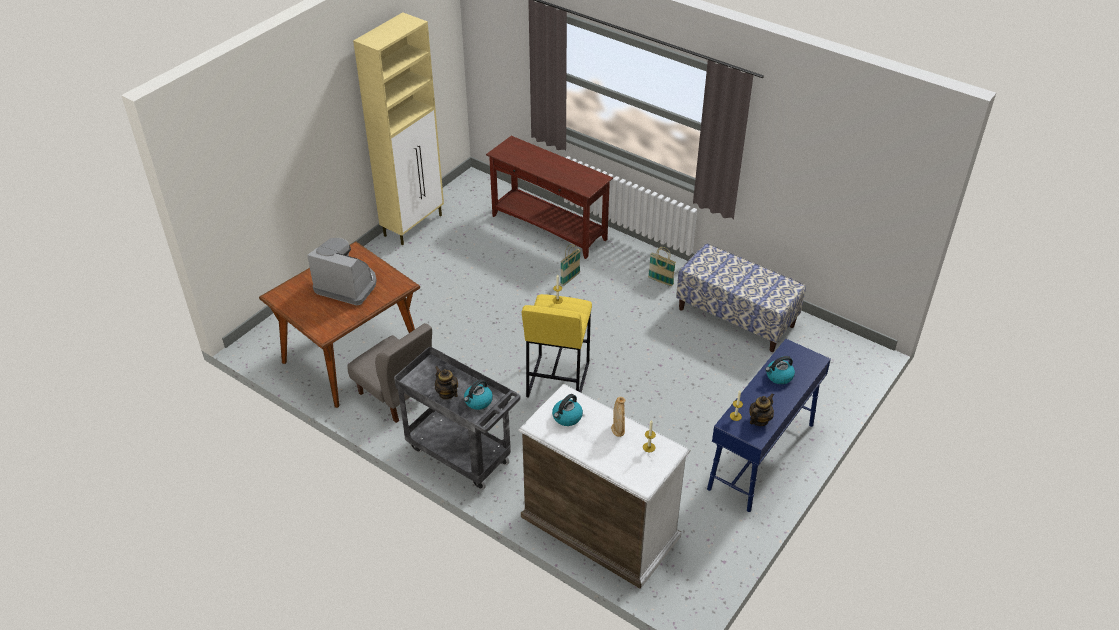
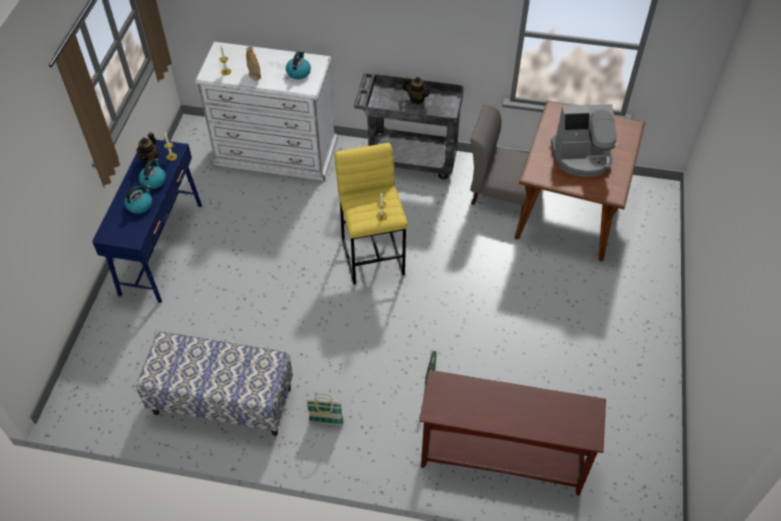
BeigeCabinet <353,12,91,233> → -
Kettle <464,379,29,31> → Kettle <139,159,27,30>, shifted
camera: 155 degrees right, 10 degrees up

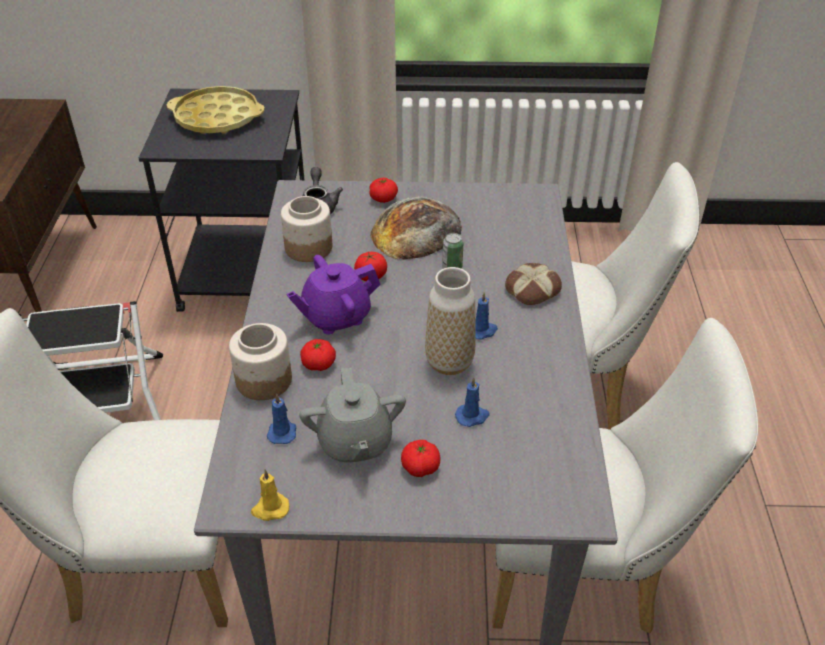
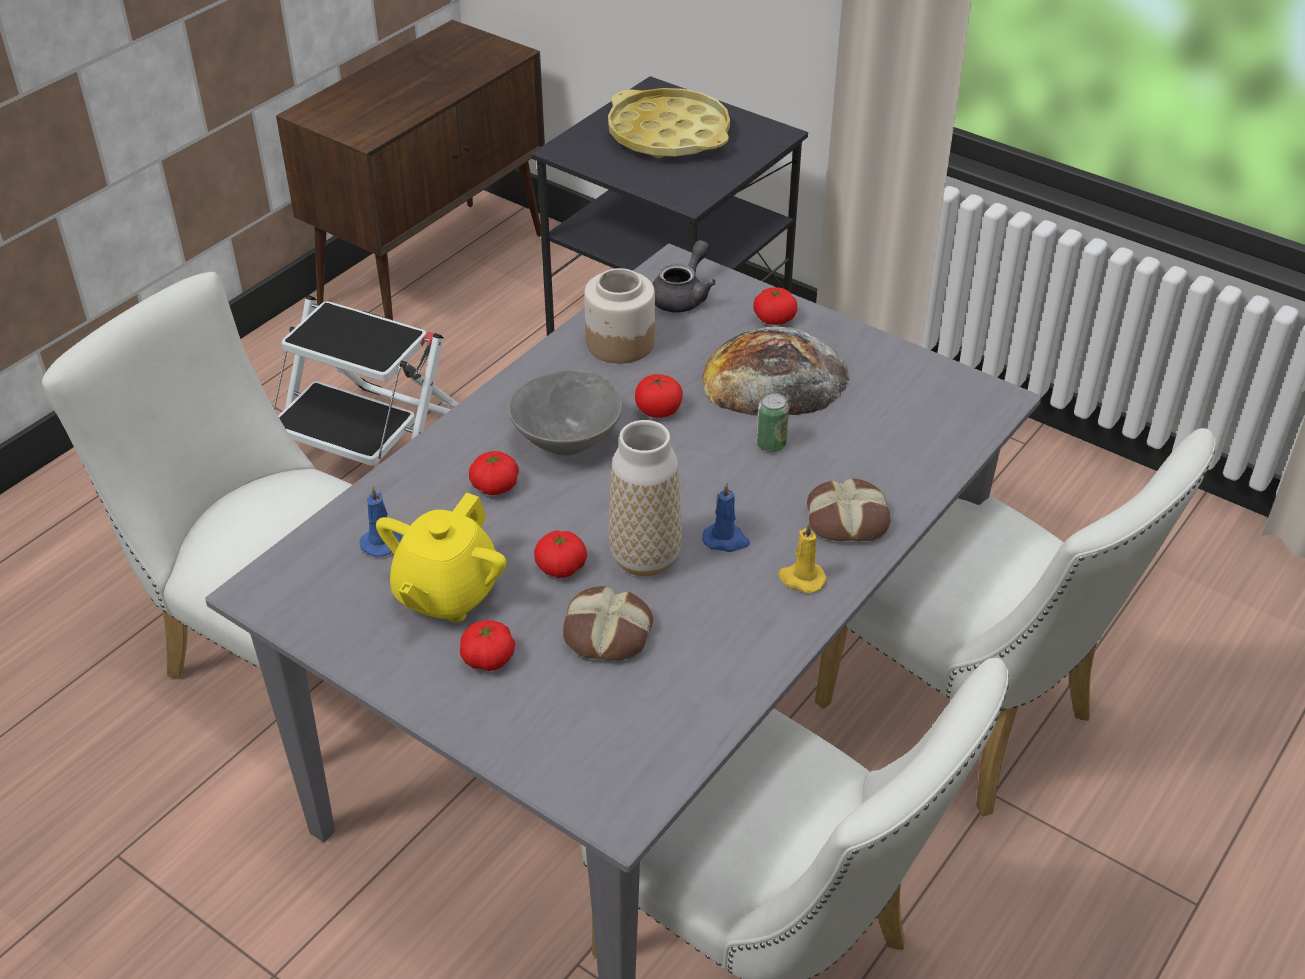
StorageJar <229,323,63,77> → -
- → FreshTomato <534,531,53,47>
YellowColouredWaxCandle <251,470,38,51> → YellowColouredWaxCandle <778,522,49,71>, shifted
PurplishTeaPot <287,255,94,80> → GreyishBowl <508,370,114,85>
BluishWaxCandle <455,377,35,50> → BakeryBread <563,586,90,74>
GreyishTeaPot <299,368,107,95> → YellowColouredTeaPot <376,492,130,131>
camera: 35 degrees right, 0 degrees up

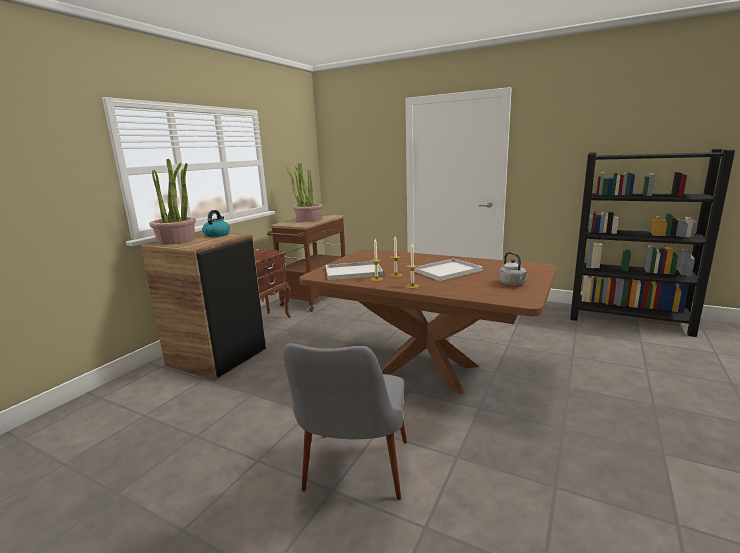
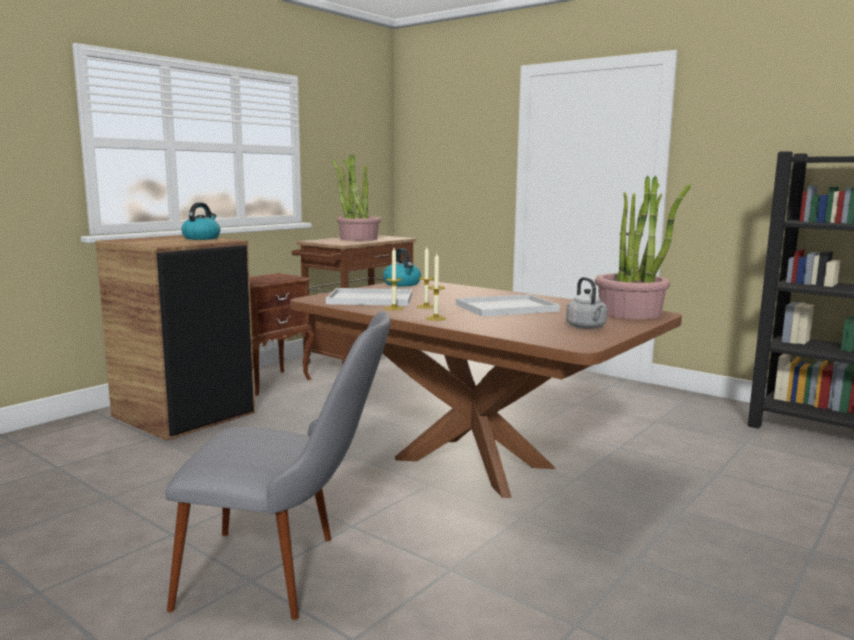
- → Kettle <383,248,38,39>
PlantInAPot <149,159,47,85> → PlantInAPot <595,175,96,144>, shifted
GreyishUprightChair <283,343,124,157> → GreyishUprightChair <165,311,225,309>, 105 degrees counterclockwise
camera: 10 degrees right, 5 degrees down

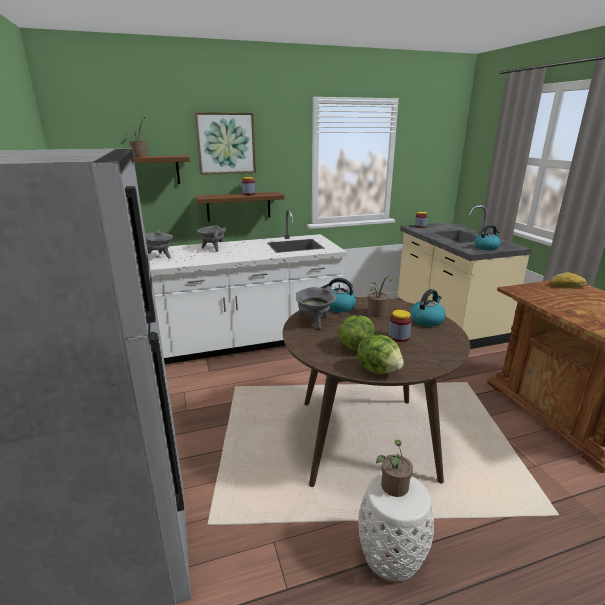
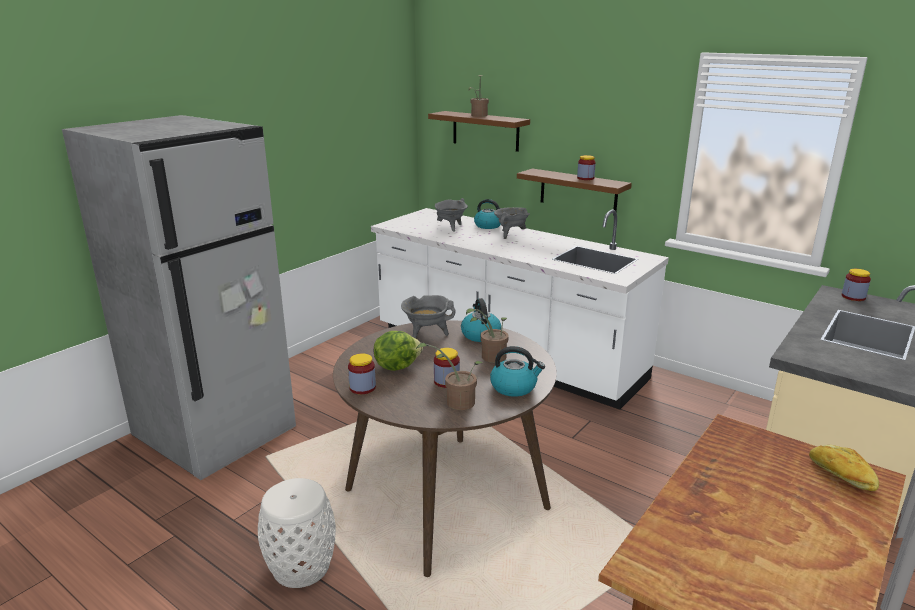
WallPicture <194,112,62,63> → -
PlantInAPot <376,440,37,57> → PlantInAPot <416,343,67,67>, shifted
Kettle <474,225,27,25> → Kettle <474,199,27,30>, shifted
Lettuce <357,335,47,39> → StorageJar <348,353,28,41>
camera: 55 degrees right, 0 degrees up

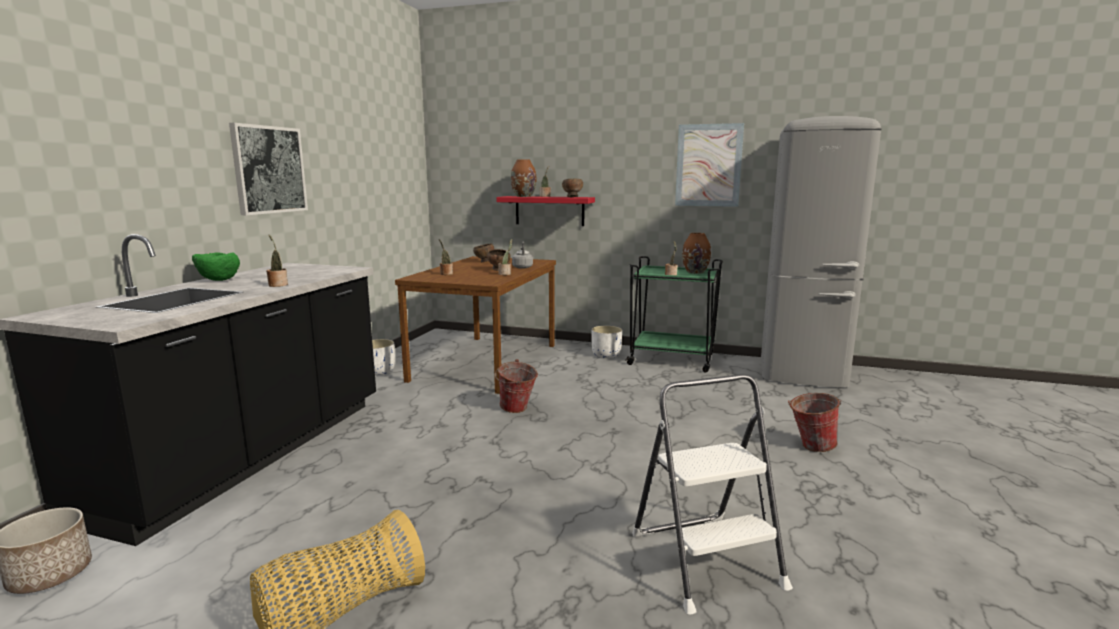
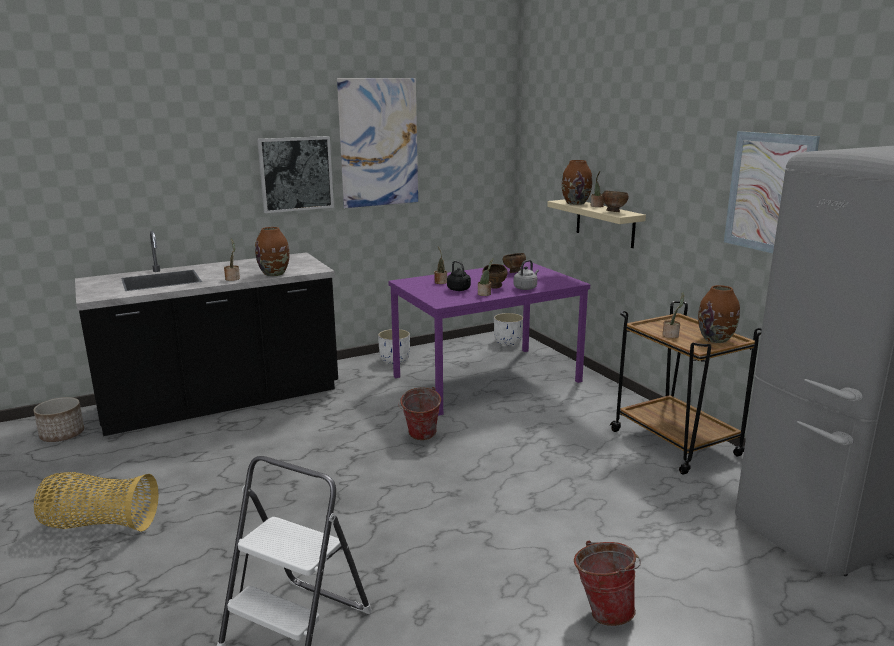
GreenishBowl <192,252,48,29> → -
- → BrownVase <255,227,34,49>
- → WallPicture <337,78,81,130>
- → BlackishKettle <447,261,24,30>
WhiteFlowerPot <591,326,31,32> → WhiteFlowerPot <494,313,29,32>, shifted
BrownDinnerTable <395,256,161,138> → PurplishDinnerTable <388,262,202,154>
RedBracketShelf <496,196,99,30> → BeigeBracketShelf <547,199,99,49>
GreenishTrolley <626,256,97,116> → BrownTrolley <610,301,152,174>
camera: 45 degrees right, 5 degrees up

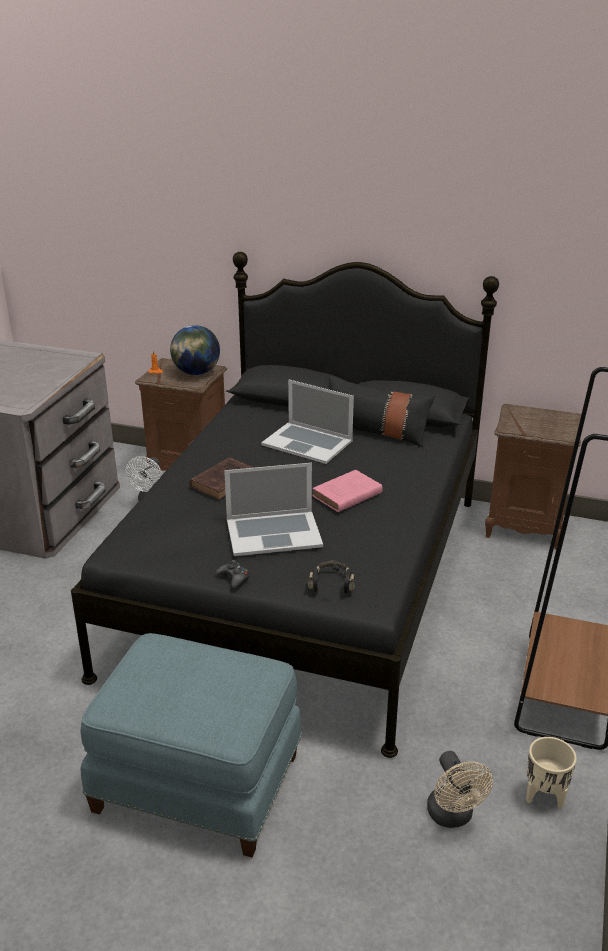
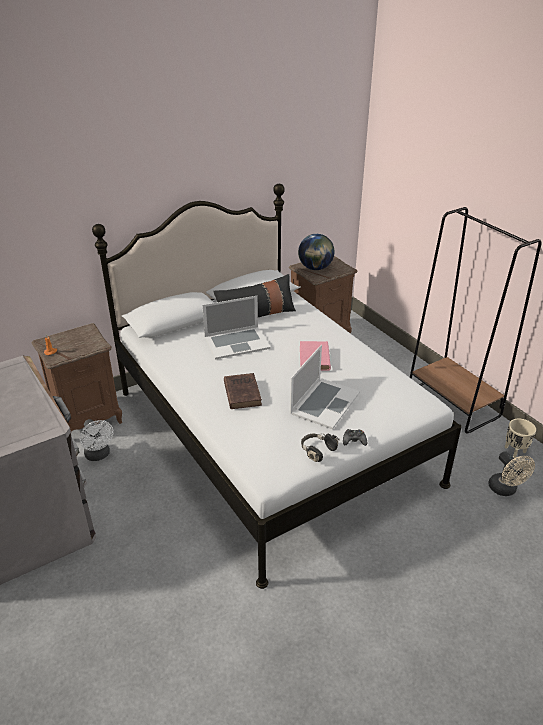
BluishFootrest <81,633,221,224> → -
WorldGlobe <170,325,50,50> → WorldGlobe <298,234,37,36>, shifted
BlackishHeadset <308,560,47,34> → BlackishHeadset <301,433,38,29>, shifted
BlackishBed <71,252,428,506> → WhiteBed <92,184,370,405>
BeigeElectricFan <427,751,66,77> → BeigeElectricFan <488,451,47,45>, 45 degrees clockwise
camera: 50 degrees left, 5 degrees up

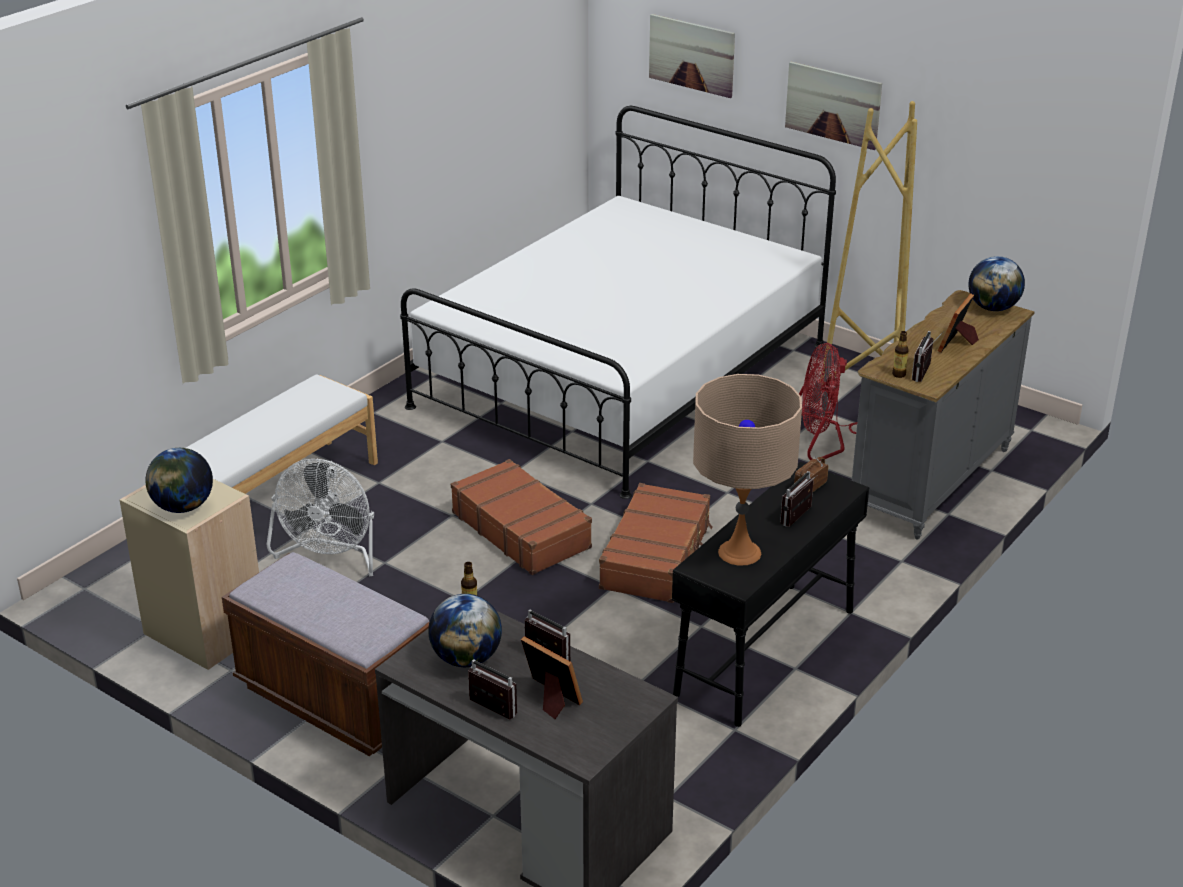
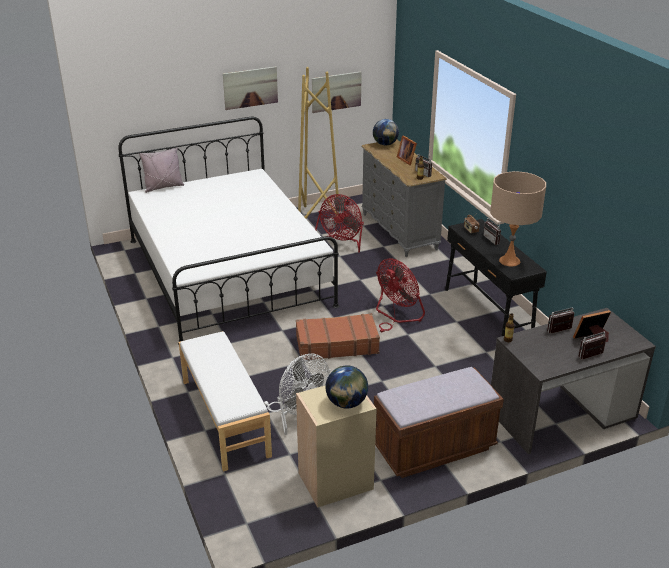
WorldGlobe <428,594,74,73> → -
- → PurplishThrowPillow <139,147,45,46>
WallPicture <649,14,86,84> → WallPicture <312,71,50,42>, shifted
BrownSuitcase <599,483,113,120> → RedElectricFan <376,259,49,74>
camera: 60 degrees left, 0 degrees up

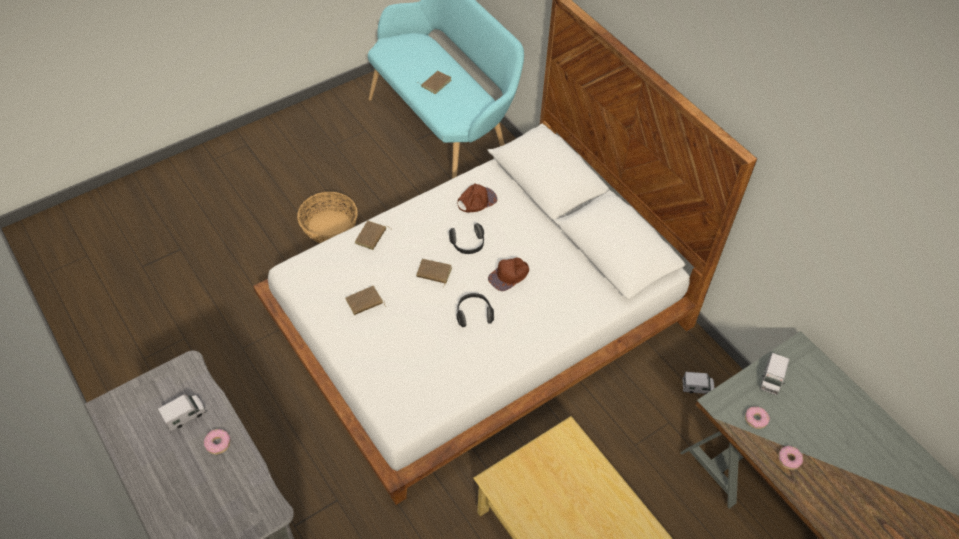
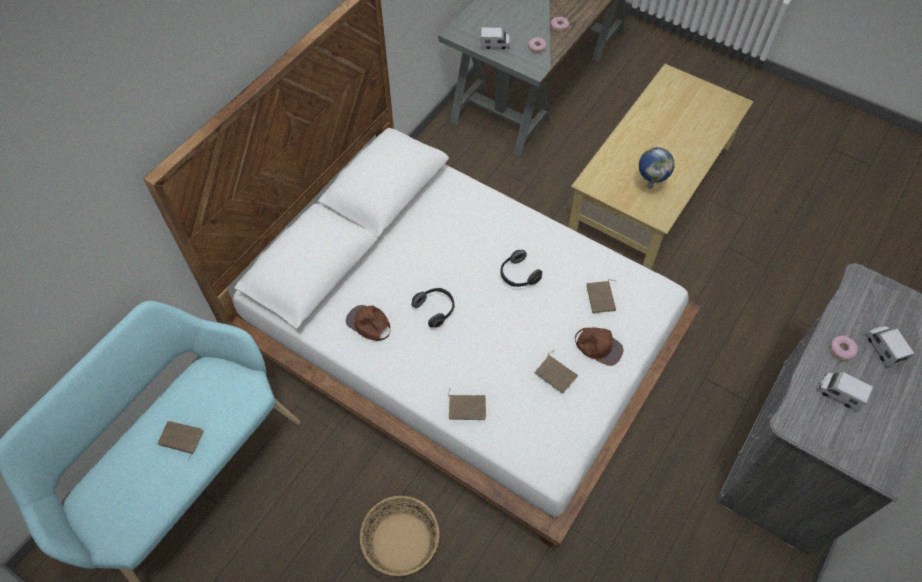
- → WorldGlobe <639,147,35,42>
BrownVolume <416,259,36,29> → BrownVolume <586,279,30,34>, shifted
BrownBaseballCap <488,258,41,33> → BrownBaseballCap <575,328,48,38>, shifted
ModelTruck <682,372,32,22> → ModelTruck <866,326,49,42>, shifted
camera: 110 degrees left, 5 degrees up

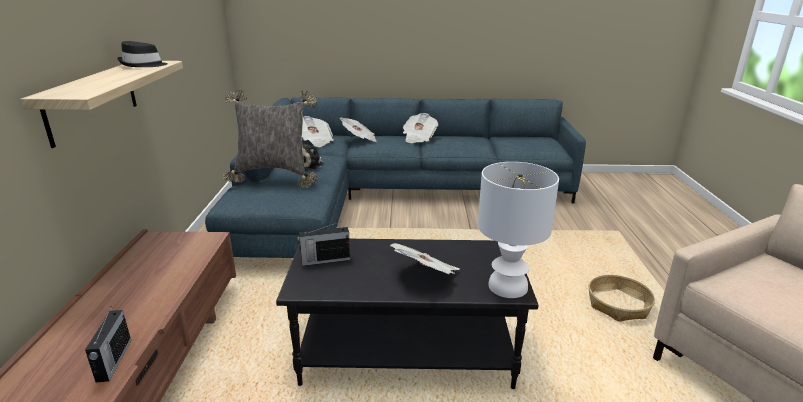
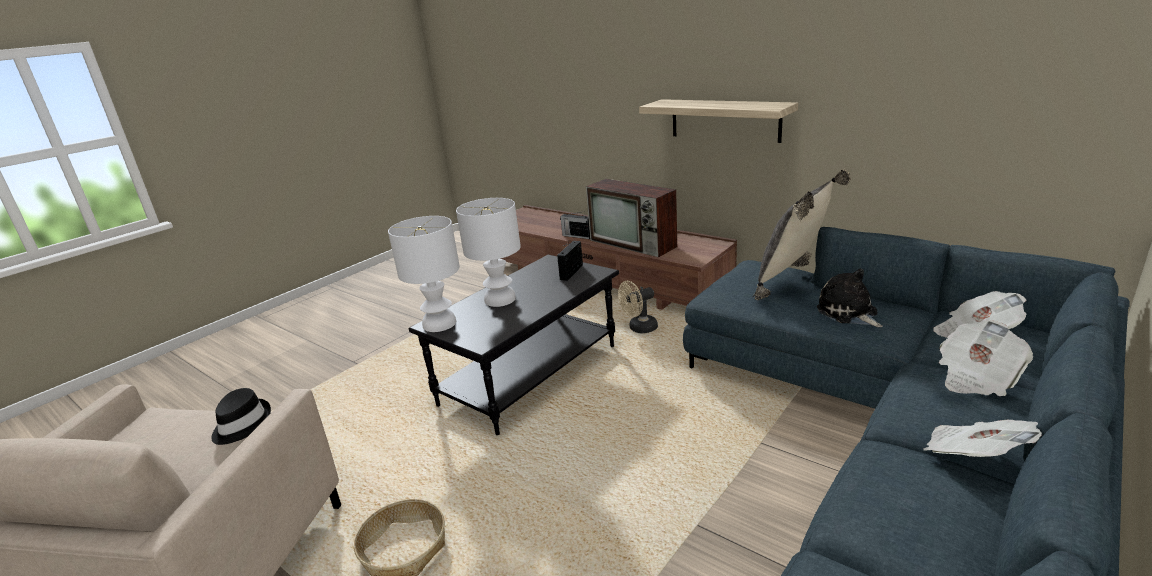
- → Television <586,179,91,78>
- → BeigeElectricFan <618,281,40,52>
BlackishWearableHat <117,41,51,26> → BlackishWearableHat <211,388,60,57>, shifted
PrintedPaper <390,243,69,32> → WhiteLampForATable <456,198,65,109>
camera: 130 degrees right, 0 degrees up

